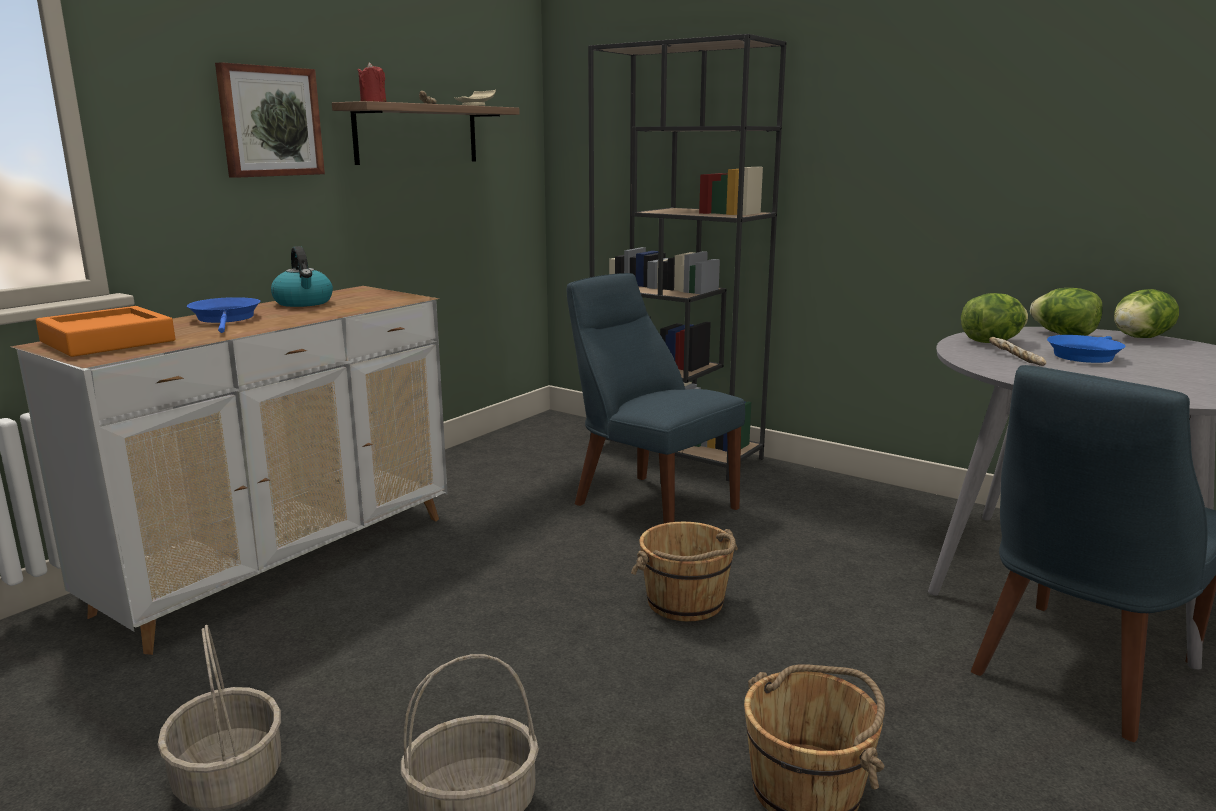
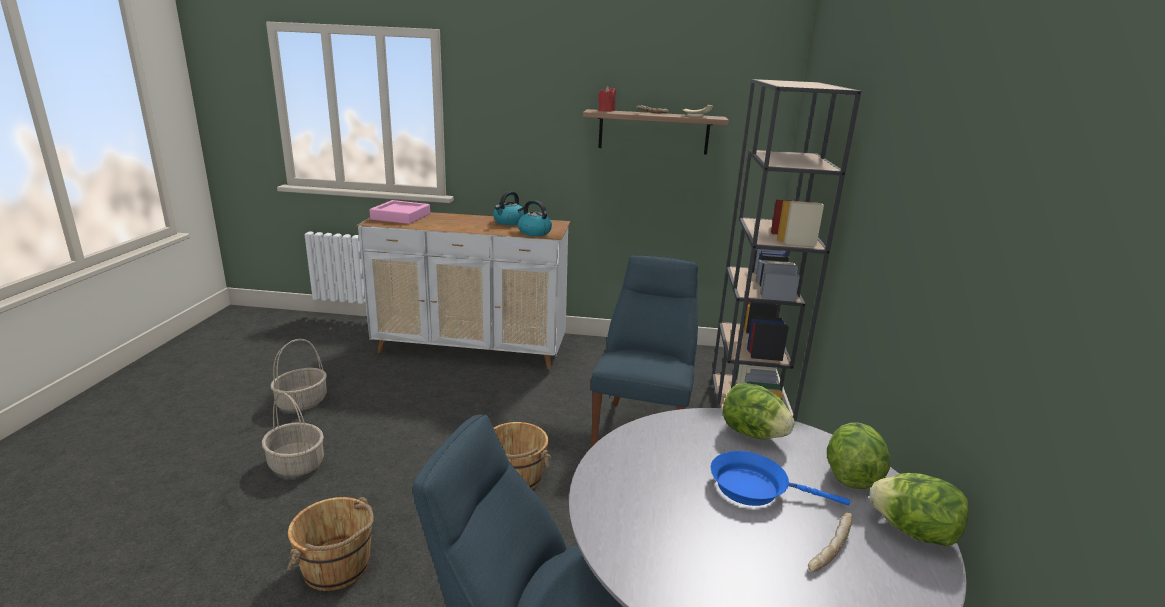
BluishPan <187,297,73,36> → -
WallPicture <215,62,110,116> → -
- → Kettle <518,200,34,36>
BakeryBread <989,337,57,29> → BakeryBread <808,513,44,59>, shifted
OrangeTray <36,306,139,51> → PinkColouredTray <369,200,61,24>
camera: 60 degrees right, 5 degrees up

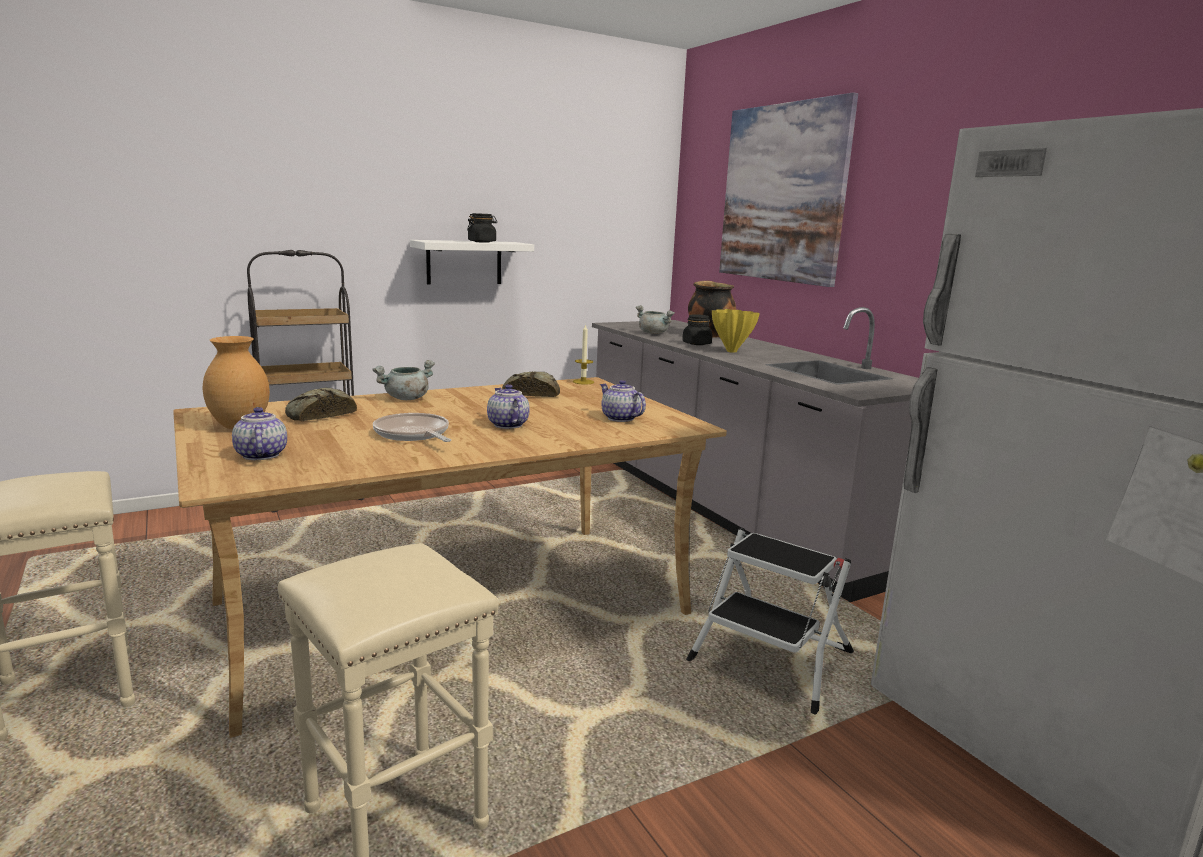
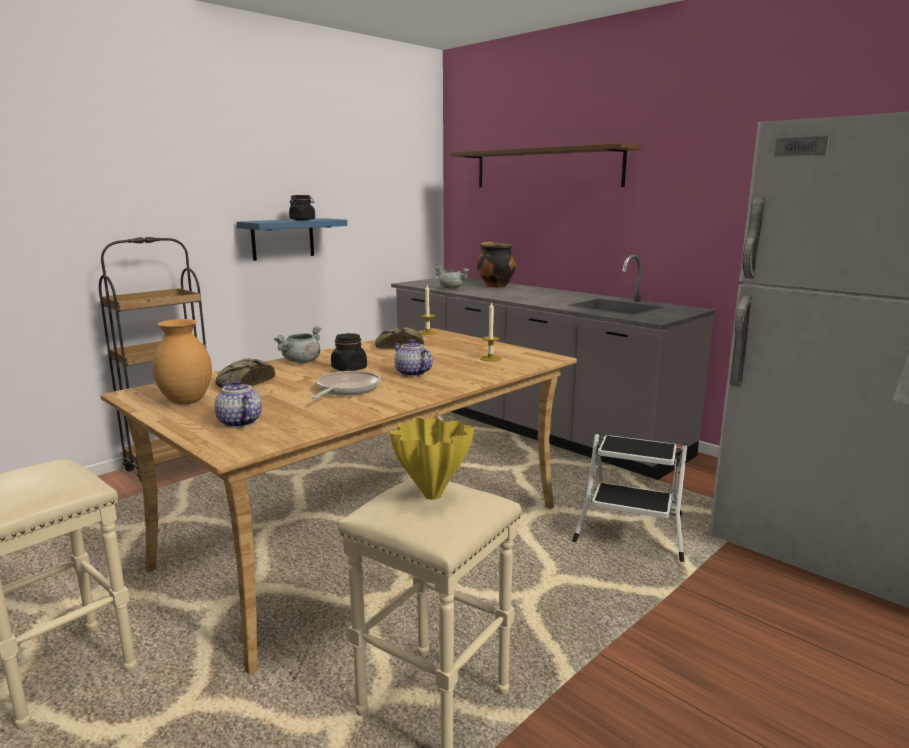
BlackishStorageJar <682,314,30,31> → BlackishStorageJar <331,333,36,38>, shifted
YellowColouredVase <712,309,48,44> → YellowColouredVase <390,417,84,83>, shifted
TeaPot <600,380,46,42> → WaxCandle <480,301,21,60>
WallPicture <719,92,139,195> → BrownBracketShelf <450,143,191,44>
WhiteBracketShelf <410,240,124,44> → BluishBracketShelf <236,218,111,43>
Pan <373,413,78,29> → Pan <311,371,70,28>, 75 degrees clockwise
camera: 15 degrees left, 0 degrees up

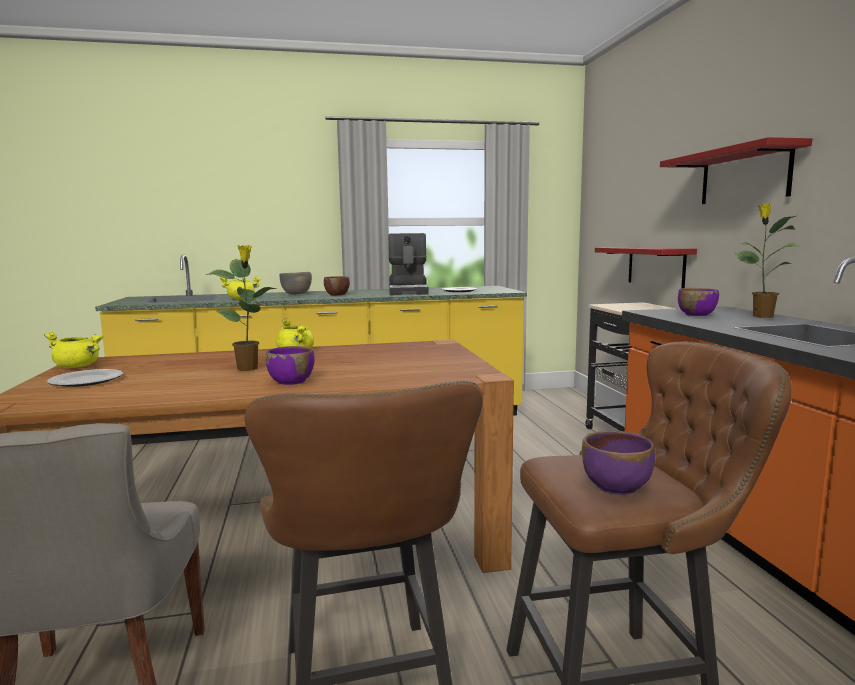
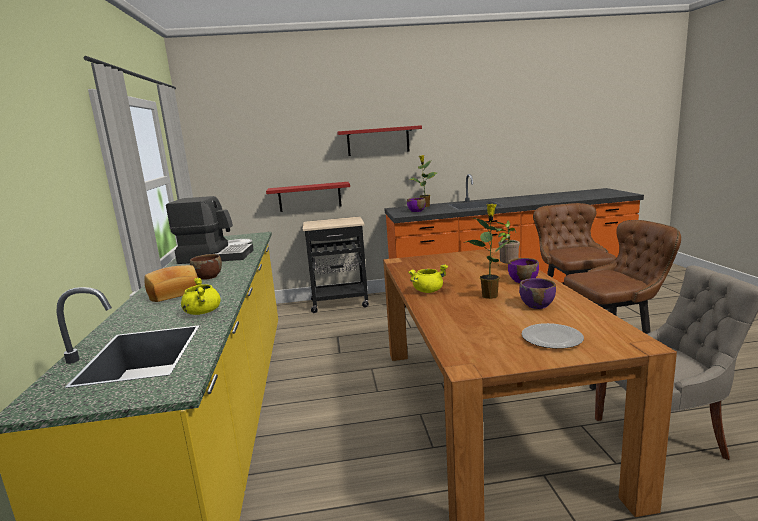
YellowColouredCookingPot <44,332,59,36> → -
- → PlantInAPot <496,221,24,43>
PurplishBowl <582,431,73,64> → PurplishBowl <519,278,37,31>, shifted
GreyishBowl <280,272,32,23> → BakeryBread <144,265,54,37>
camera: 85 degrees left, 5 degrees up

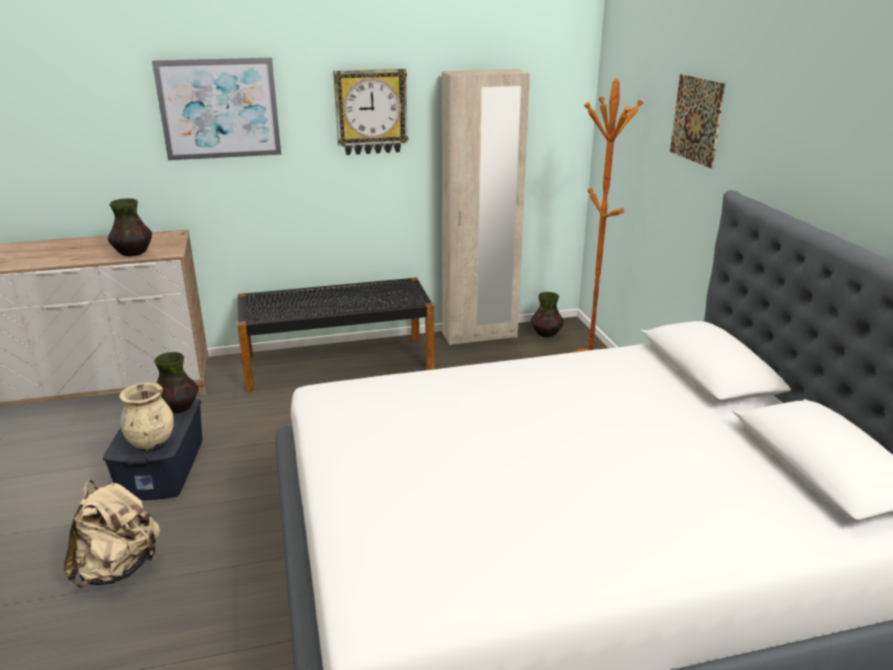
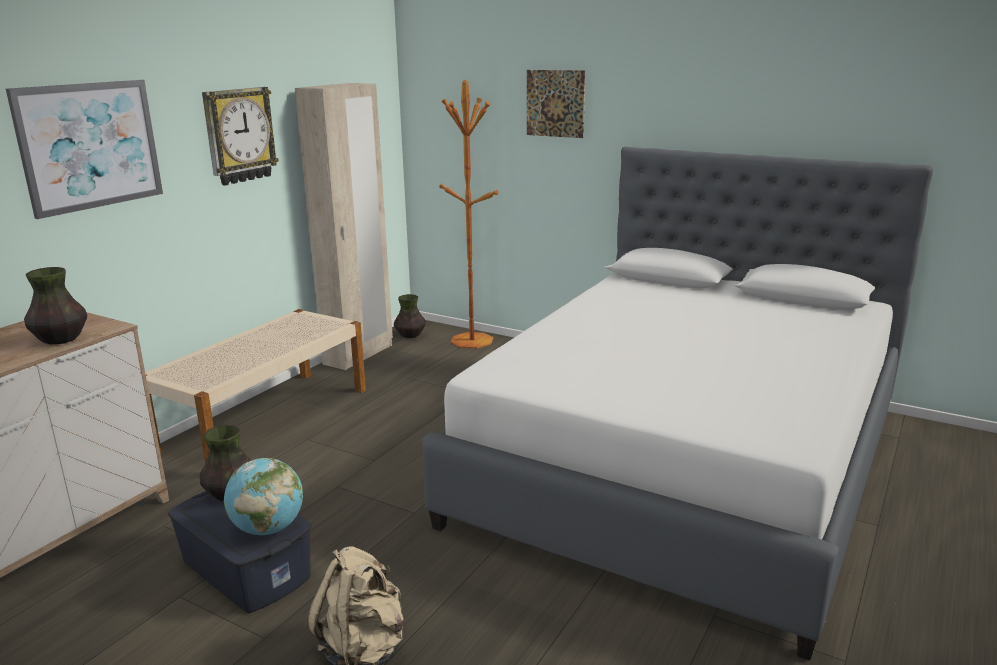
BeigeVase <120,382,54,70> → WorldGlobe <224,458,79,77>
BlackishIndoorBench <237,277,198,115> → BeigeIndoorBench <145,309,221,155>
camera: 45 degrees left, 5 degrees down

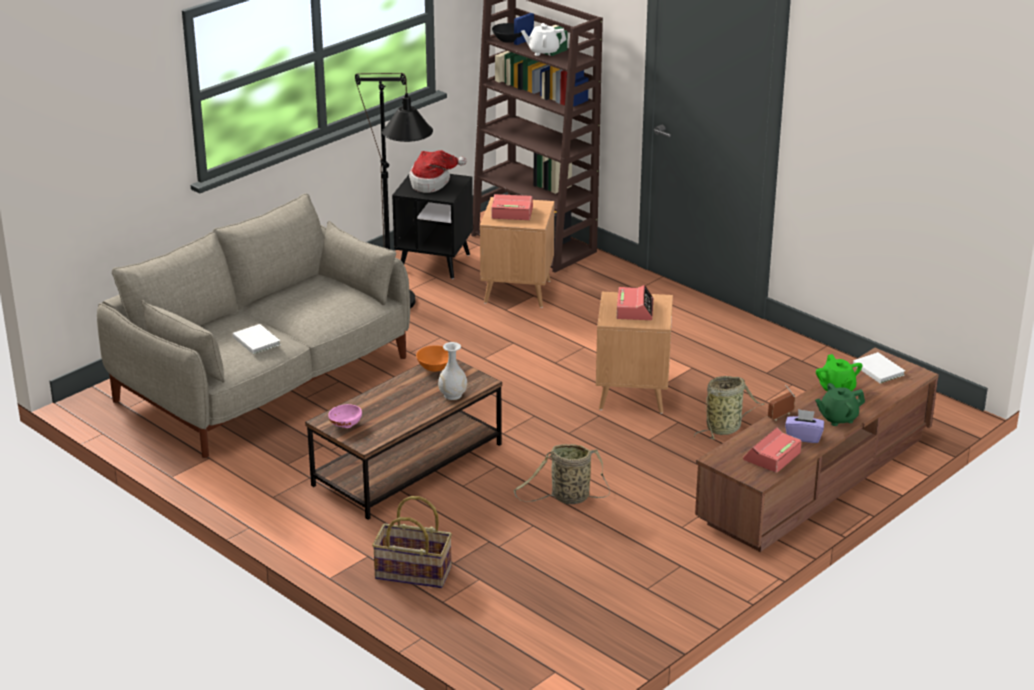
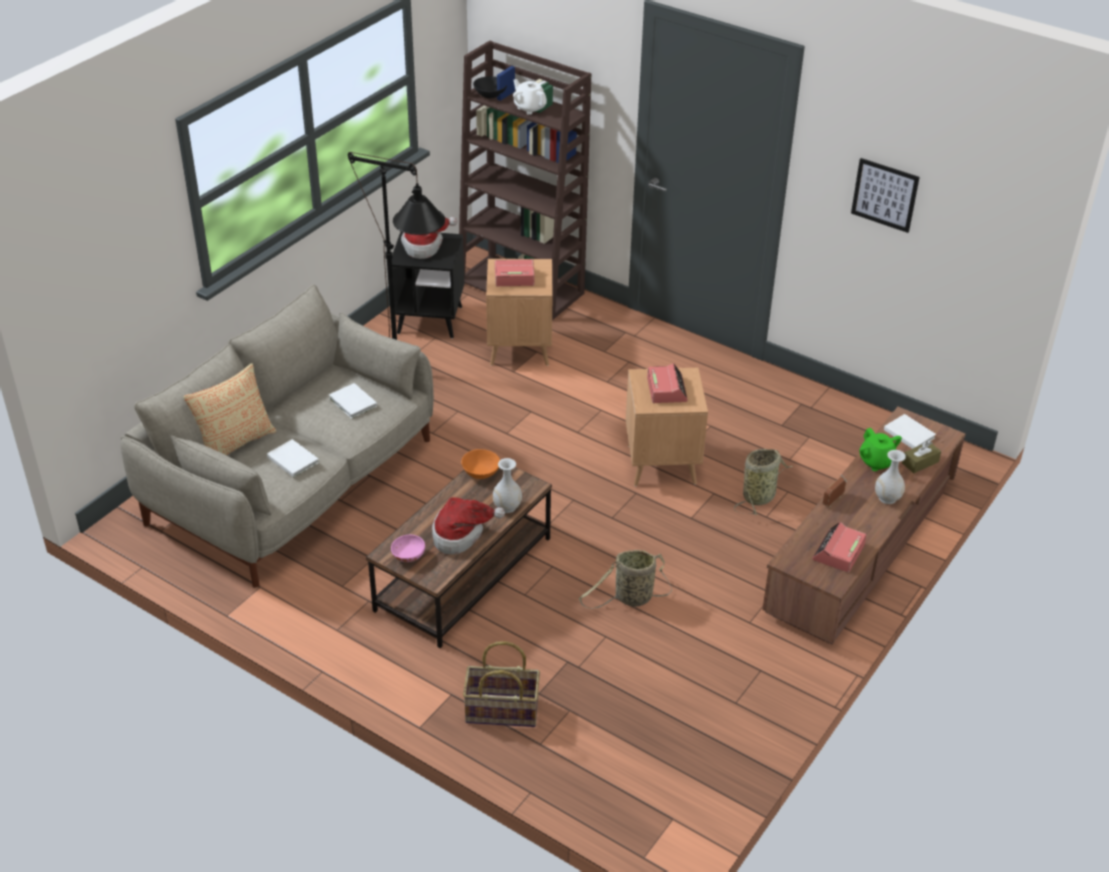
PurplishBoxOfTissues <785,409,39,34> → -
- → BeigeThrowPillow <184,363,92,92>
- → WhiteVolume <329,383,48,36>
- → WearableHat <432,497,73,58>
- → WallPicture <851,158,69,75>
- → BrownBoxOfTissues <902,441,39,32>
GreenishTeaPot <815,383,50,43> → WhiteVase <875,450,31,54>
WhiteTeaPot <521,23,45,33> → WhiteTeaPot <513,79,34,36>, 60 degrees clockwise
camera: 10 degrees left, 10 degrees up

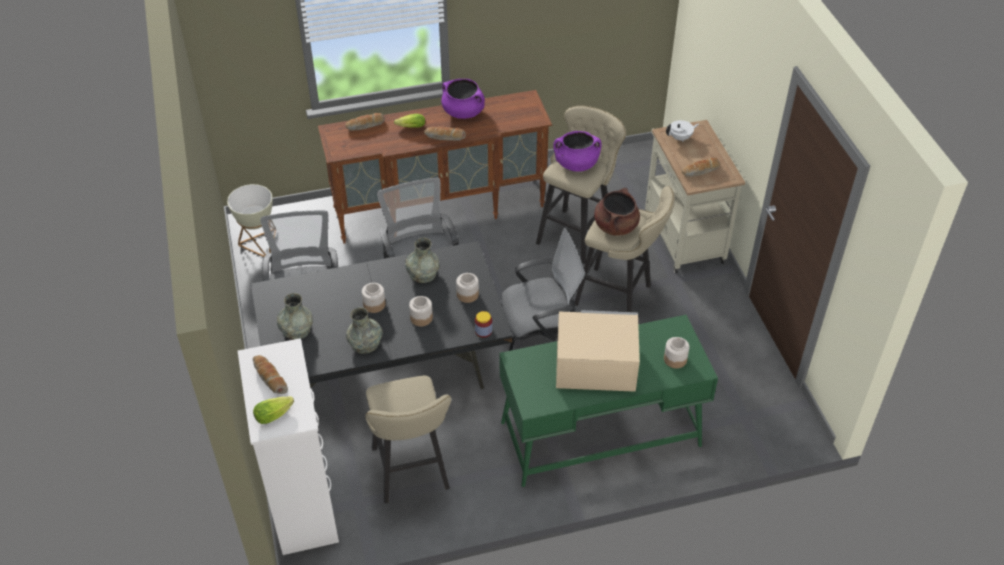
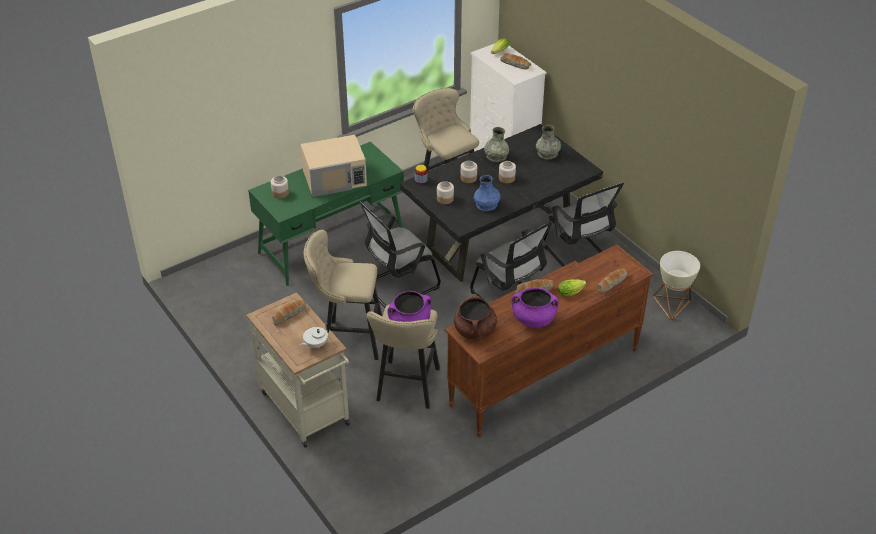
BrownCookingPot <594,188,46,48> → BrownCookingPot <454,294,43,46>, shifted
GreyishVase <405,238,34,45> → BluishVase <474,175,27,36>
camera: 160 degrees right, 5 degrees down

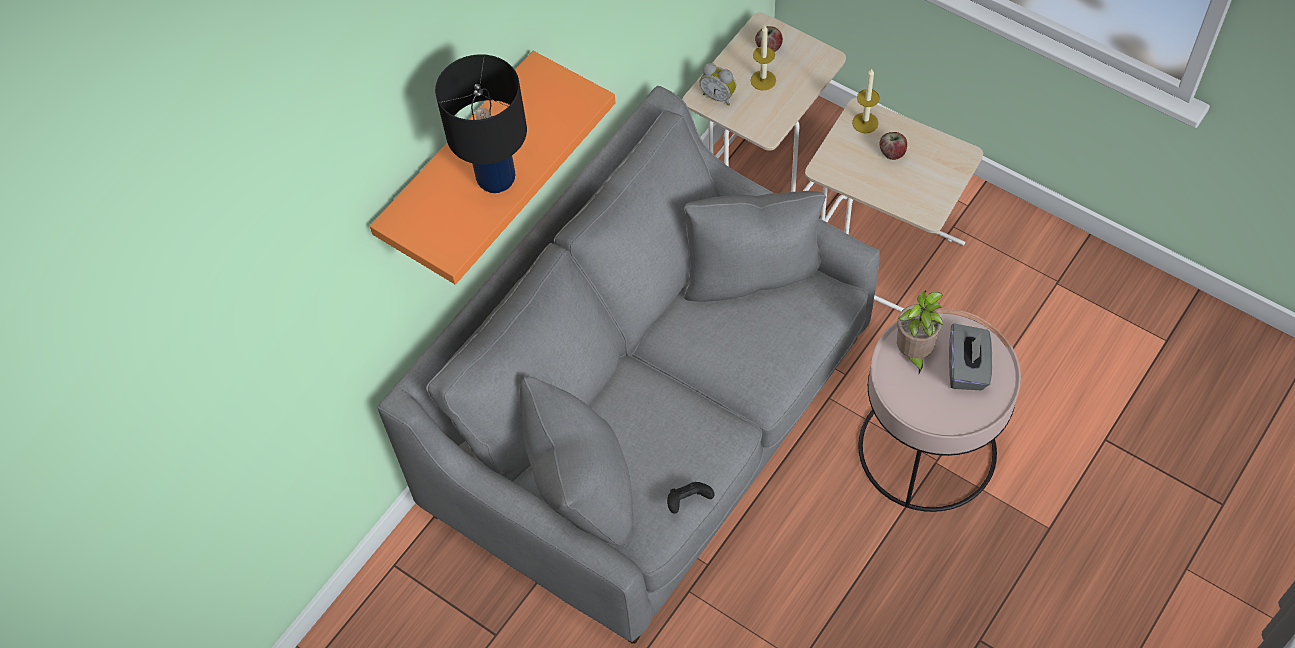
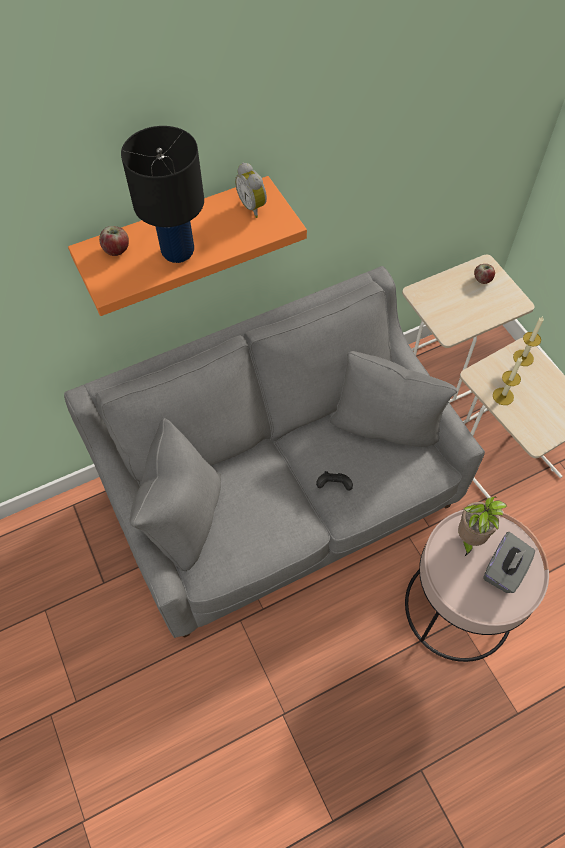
BlackishGamepad <667,482,48,32> → BlackishGamepad <316,471,37,20>, shifted
AlarmClock <699,63,37,43> → AlarmClock <235,162,32,56>, shifted
WaxCandle <750,26,26,65> → WaxCandle <493,356,29,49>, shifted
AppleFruit <880,132,27,28> → AppleFruit <99,226,30,30>, shifted
camera: 25 degrees right, 0 degrees up

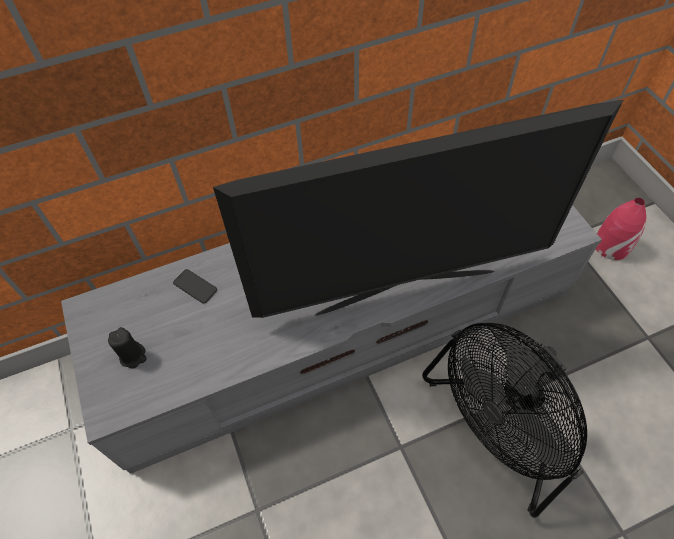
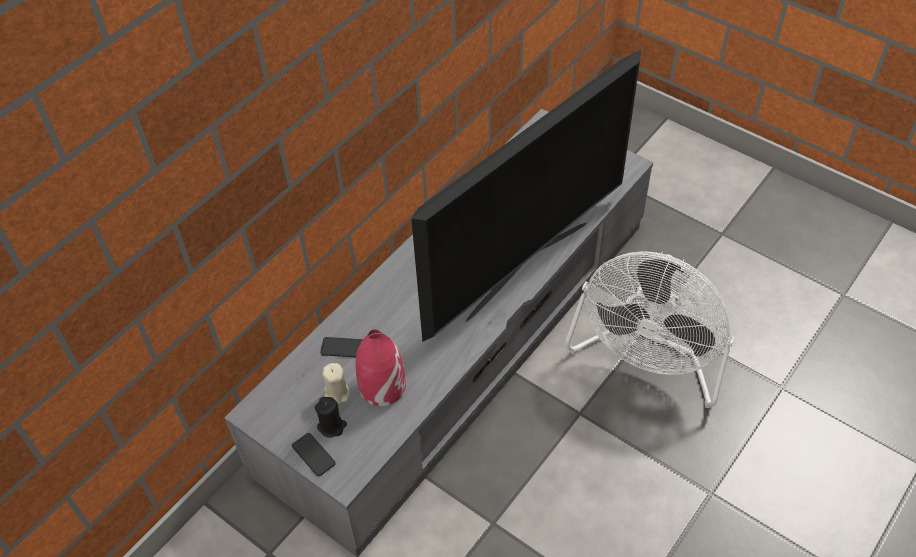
- → Telephone <292,433,44,43>
- → BeigeWaxCandle <322,363,28,42>
RedVase <596,198,51,62> → RedVase <355,329,51,77>, shifted
BlackishElectricFan <422,323,165,195> → WhiteElectricFan <565,252,169,156>
camera: 30 degrees left, 5 degrees down

